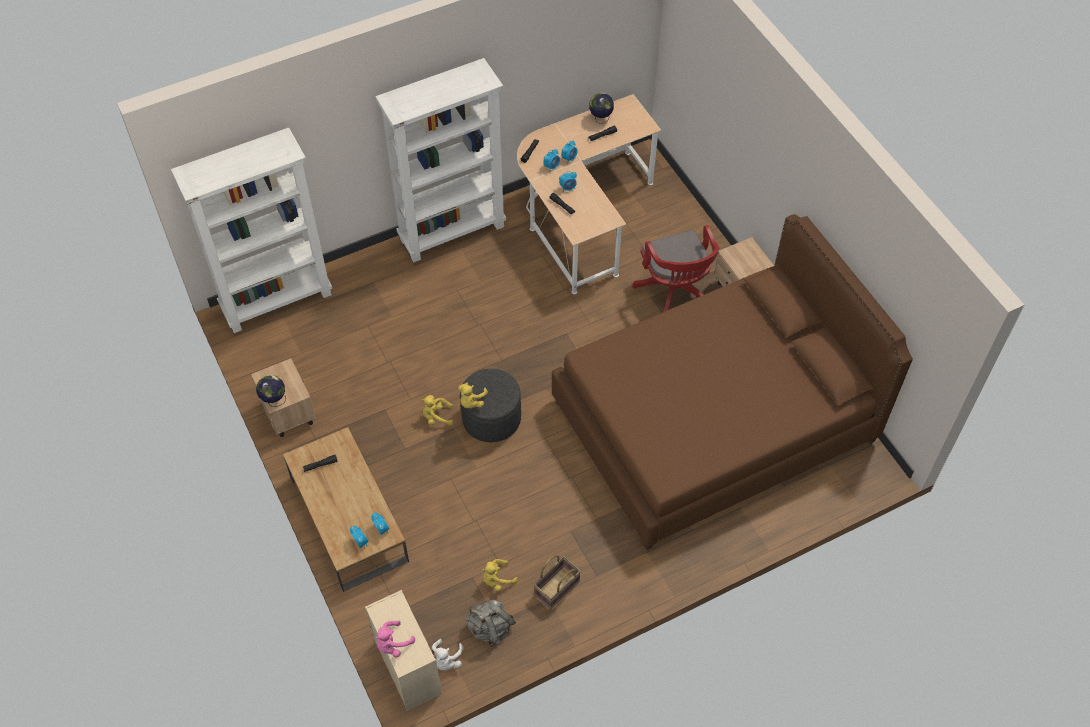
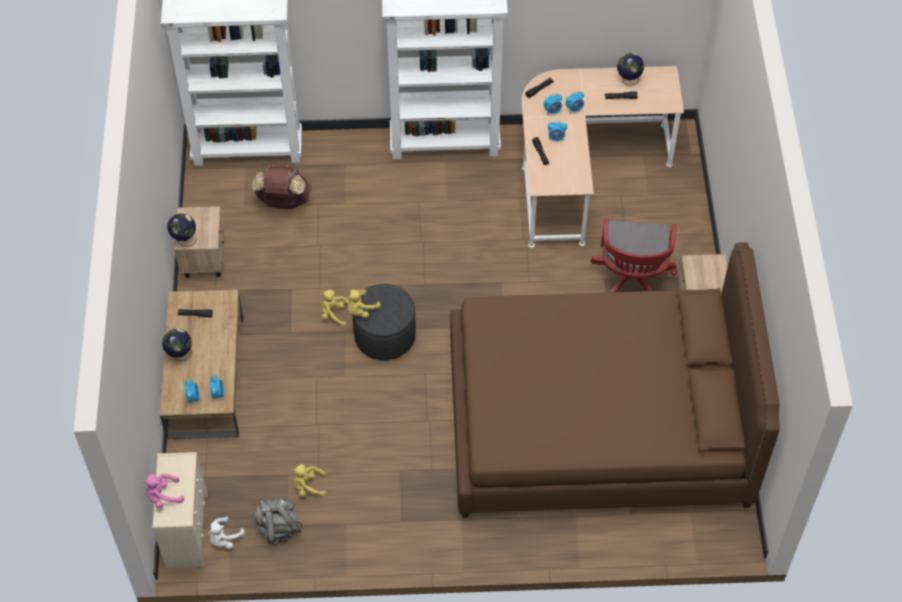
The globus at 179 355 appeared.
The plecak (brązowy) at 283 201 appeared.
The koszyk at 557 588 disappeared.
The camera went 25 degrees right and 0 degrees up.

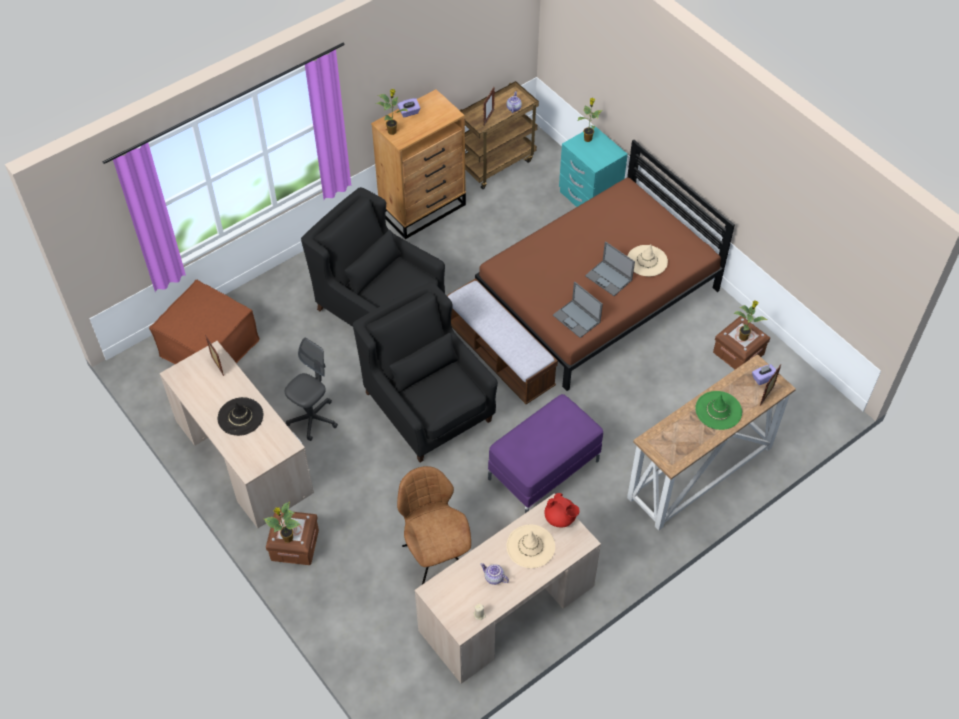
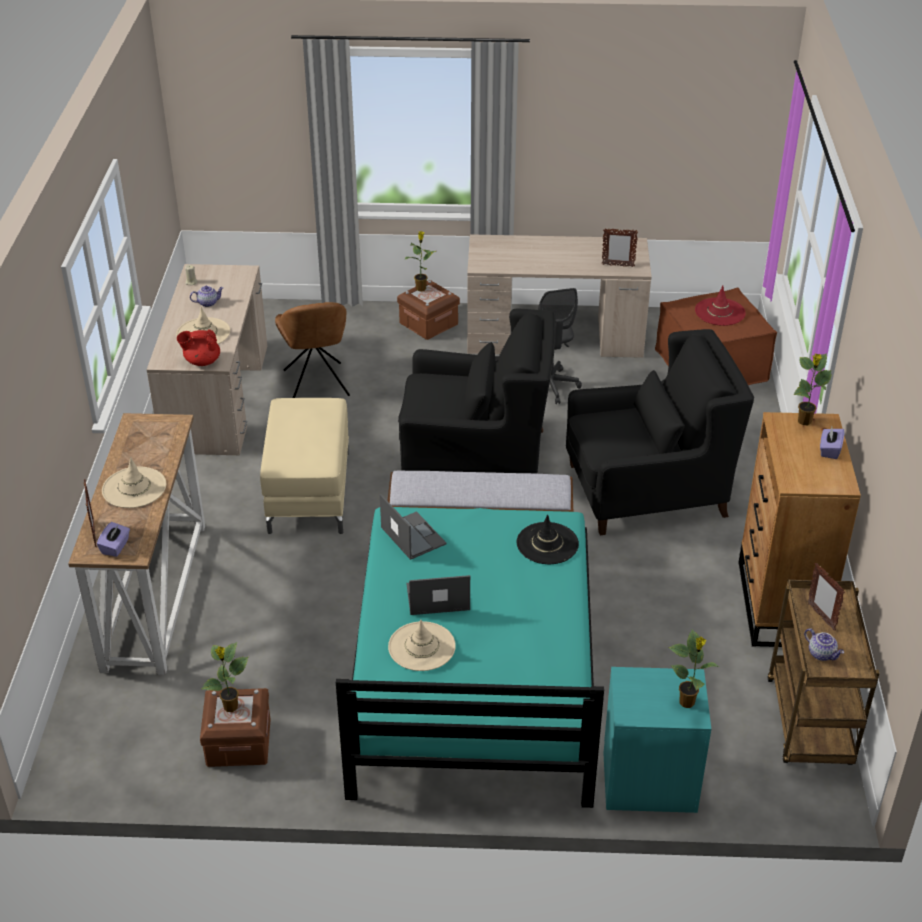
The kapelusz (zielony) at 718 410 became the kapelusz (beżowy) at 134 488.
The pufa (fioletowy) at 543 470 became the pufa (beżowy) at 309 491.
The krzesło (brązowy) at 435 556 turned 60 degrees clockwise.
The łóżko (brązowy) at 597 294 became the łóżko (turkusowy) at 473 674.
The laptop at 577 319 turned 60 degrees clockwise.
The kapelusz (czarny) moved from 240 417 to 547 544.
The kapelusz (czerwony) at 720 312 appeared.
The camera went 130 degrees right and 15 degrees down.

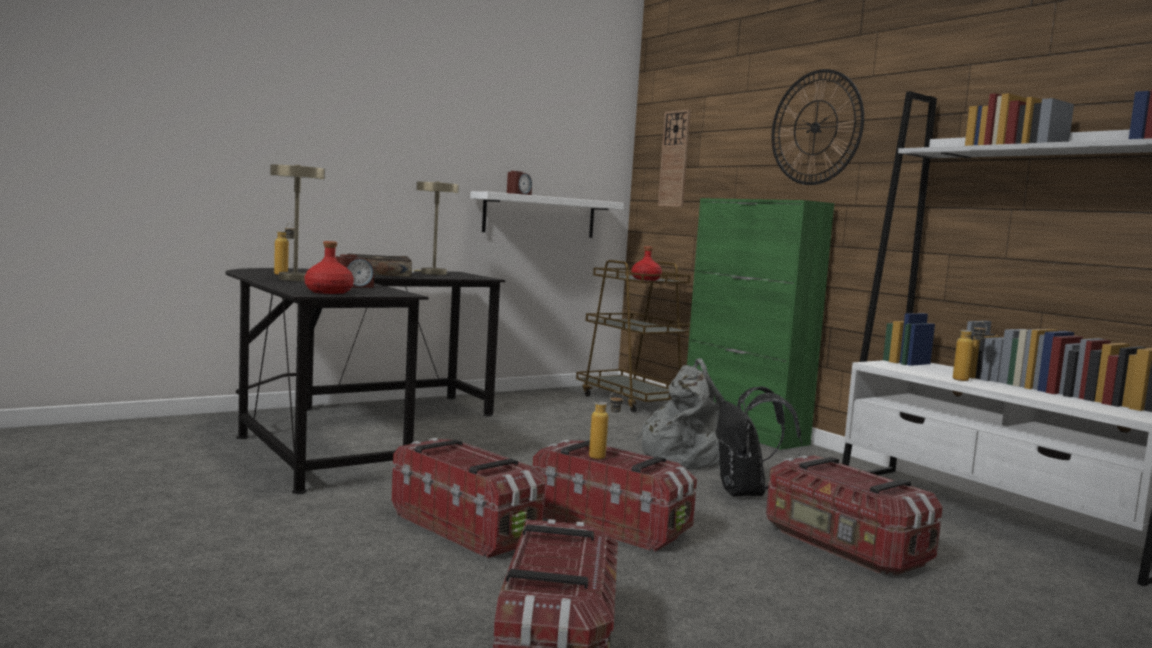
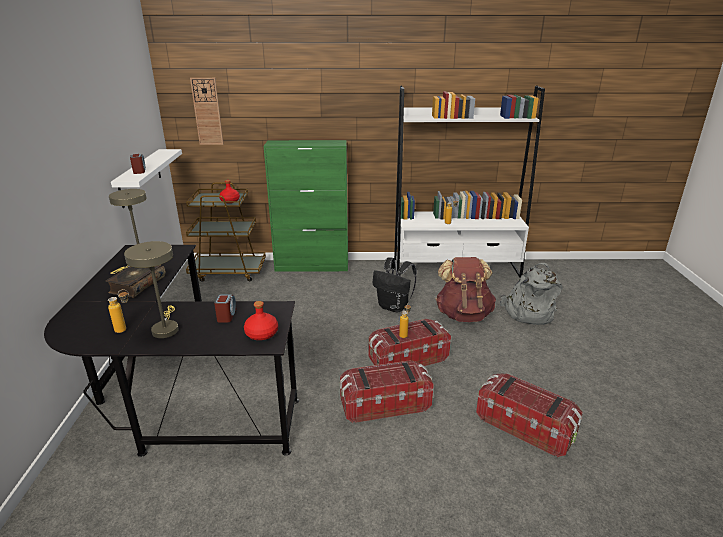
The pojemnik do przechowywania at 842 546 was replaced by the plecak (brązowy) at 463 314.
The plecak (szary) moved from 686 457 to 527 313.
The zegar ścienny at 815 127 disappeared.
The camera went 55 degrees left and 20 degrees up.

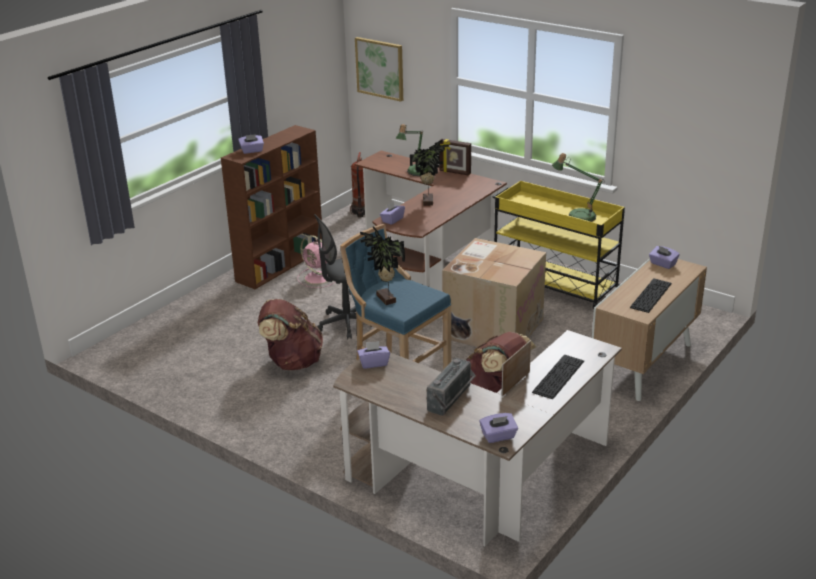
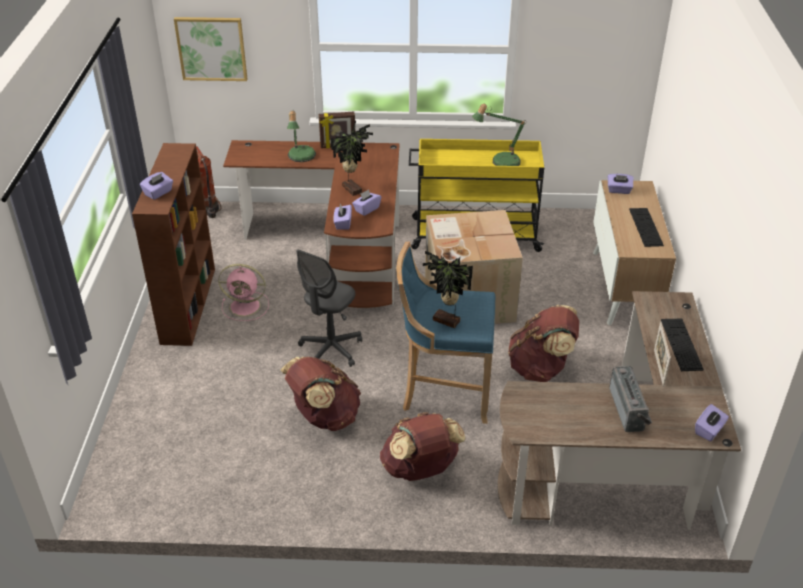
The pudełko chusteczek (fioletowy) moved from 373 363 to 366 209.
The plecak (brązowy) at 420 469 appeared.
The camera went 35 degrees left and 10 degrees up.

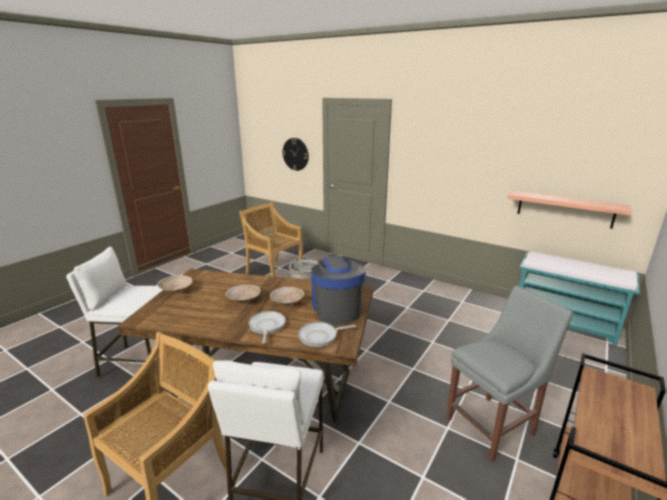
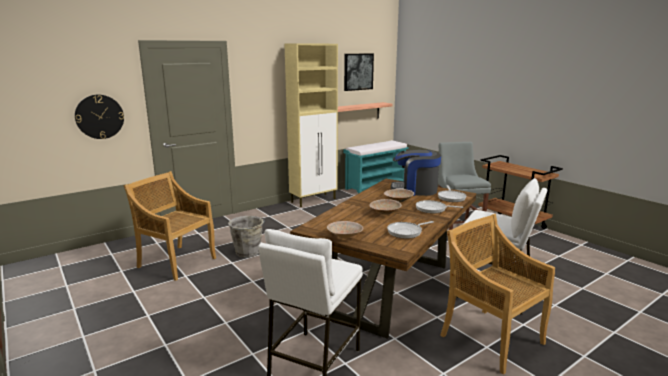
The krzesło (beżowy) at 274 271 turned 60 degrees clockwise.
The szafka (beżowy) at 314 200 appeared.
The obraz at 358 71 appeared.
The patelnia at 406 232 appeared.
The camera went 70 degrees left and 5 degrees down.

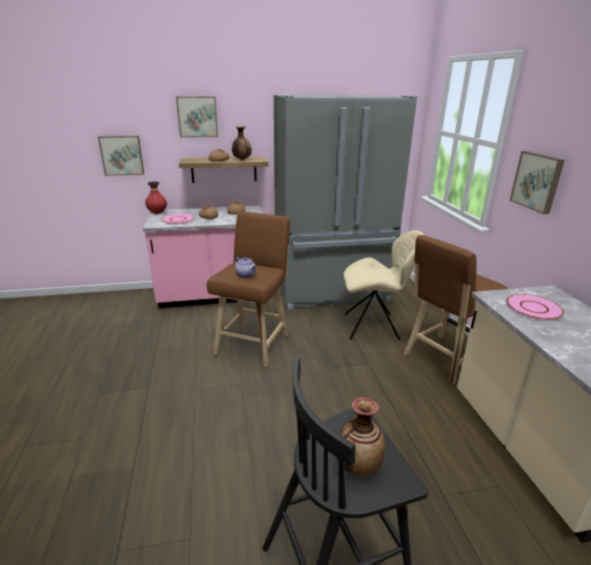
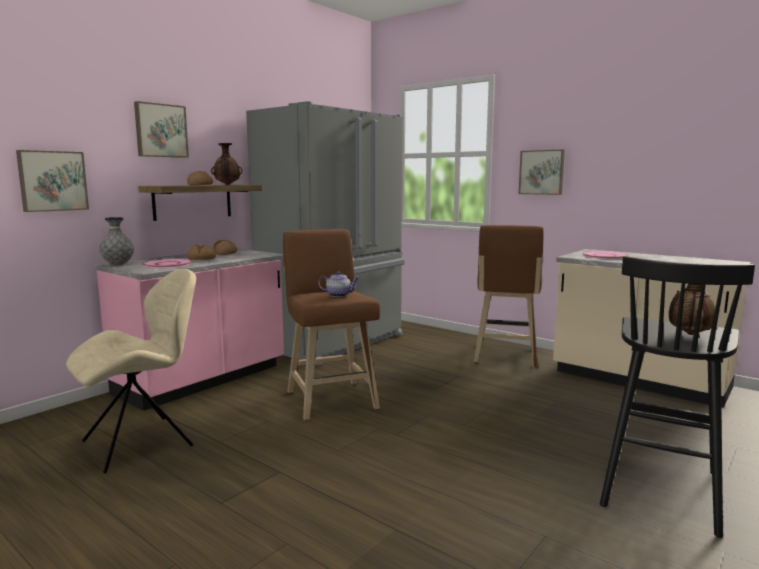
The krzesło (beżowy) moved from 373 326 to 142 442.
The wazon (czerwony) at 157 213 became the wazon (szary) at 118 265.
The camera went 40 degrees left and 15 degrees down.

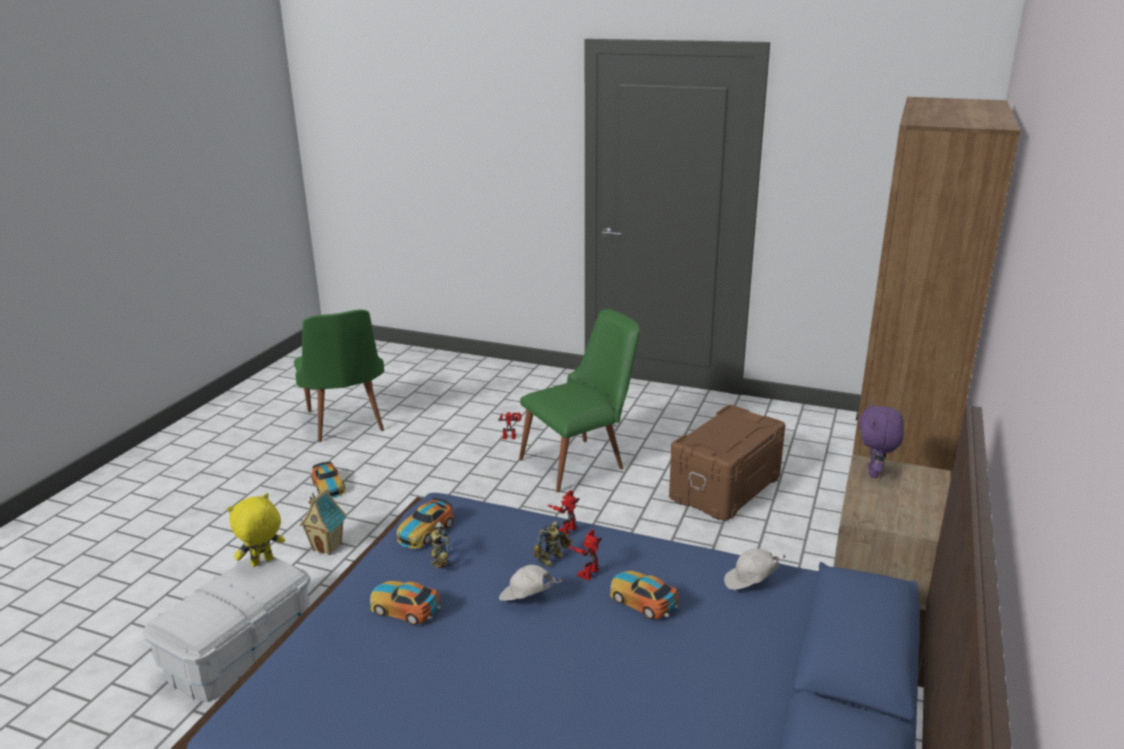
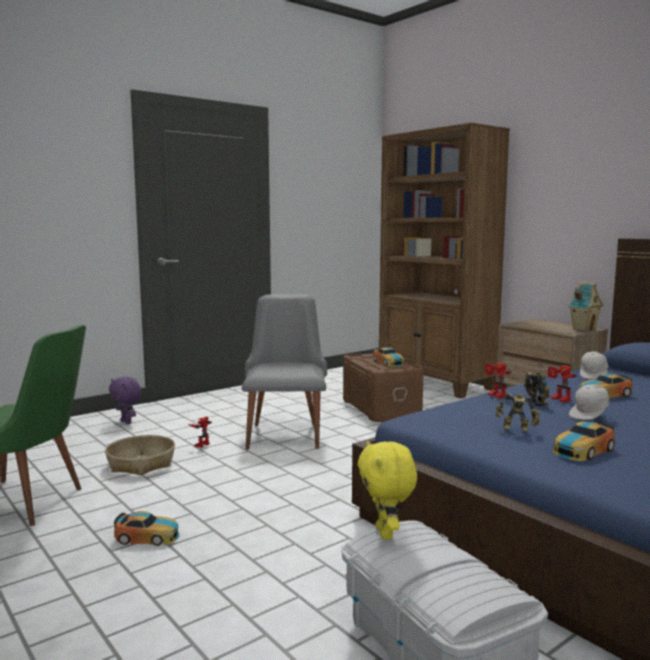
The koszyk at 141 463 appeared.
The pluszak (fioletowy) moved from 874 473 to 127 422.
The krzesło (zielony) at 581 462 became the krzesło (szary) at 286 433.
The samochodzik moved from 425 531 to 388 362.
The domek moved from 328 547 to 583 329.
The camera went 60 degrees left and 15 degrees down.

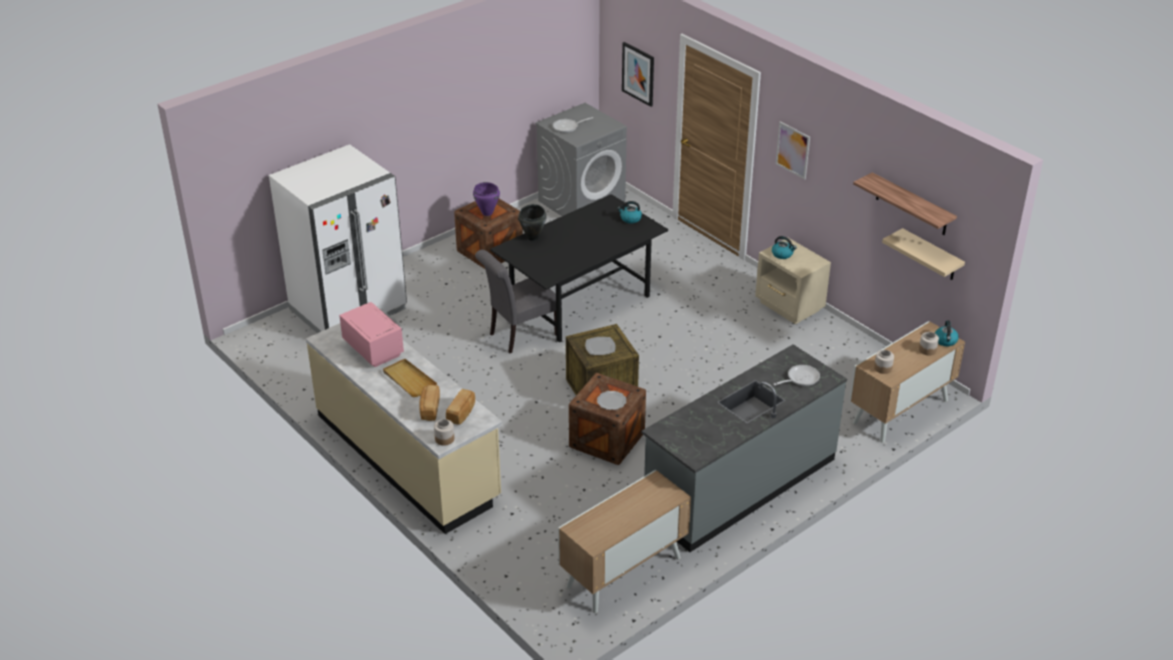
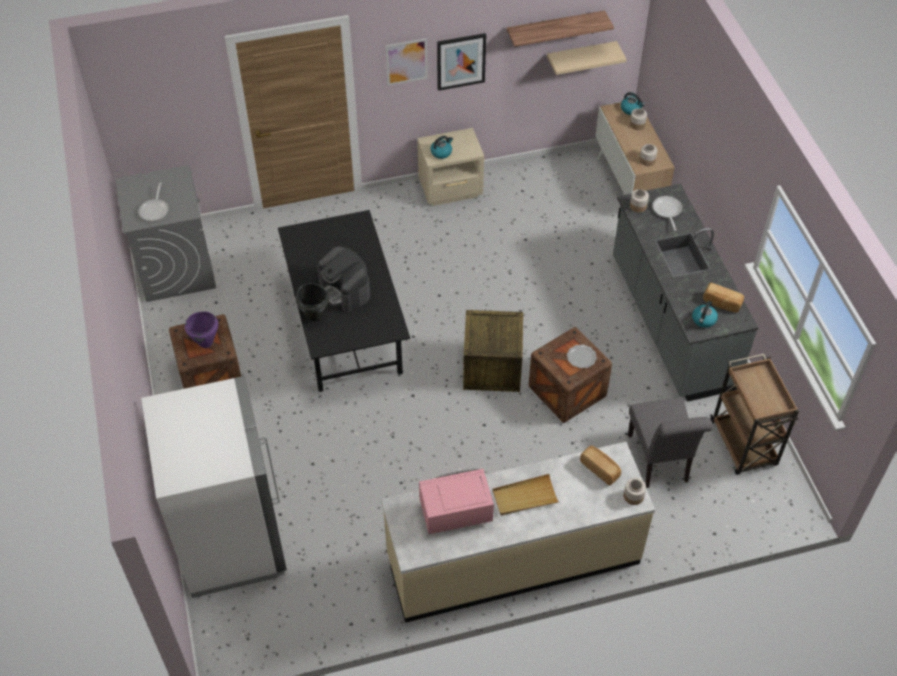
The ekspres do kawy at 345 290 appeared.
The obraz moved from 638 74 to 461 61.
The krzesło (szary) moved from 520 335 to 659 462.
The słoik at 638 206 appeared.
The czajnik moved from 630 219 to 704 320.
The chleb moved from 429 409 to 721 303.
The szafka at 624 573 was replaced by the wózek (brązowy) at 744 445.
The talerz at 600 347 disappeared.
The camera went 65 degrees left and 15 degrees up.

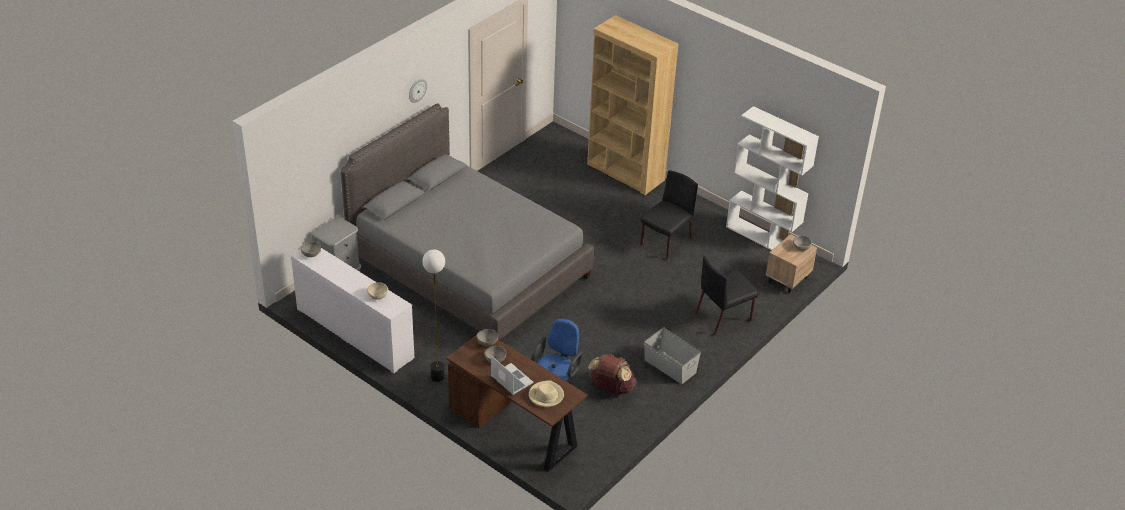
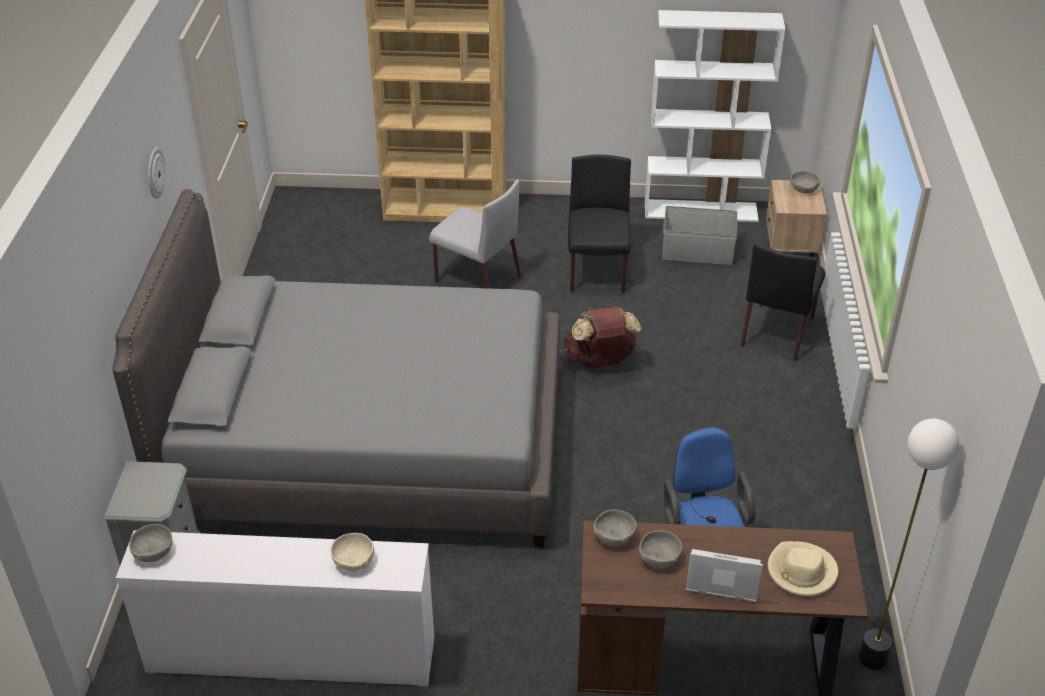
The krzesło (szary) at 477 279 appeared.
The plecak (brązowy) moved from 611 388 to 600 361.
The pojemnik do przechowywania (szary) moved from 670 366 to 697 253.
The lampa stojąca moved from 437 376 to 872 658.
The camera went 35 degrees left and 0 degrees up.

